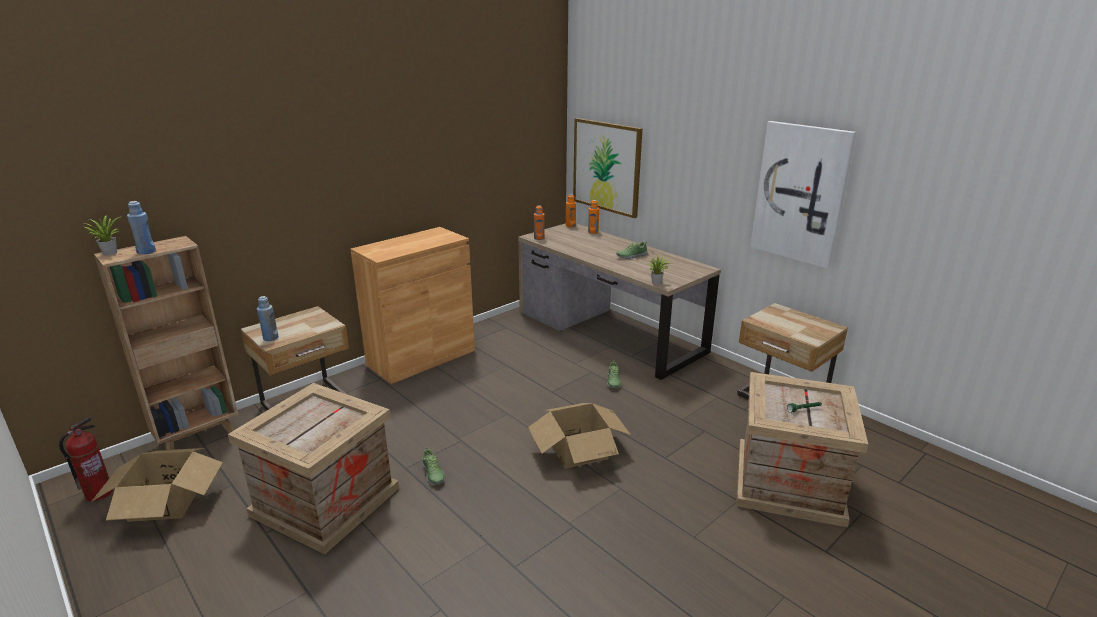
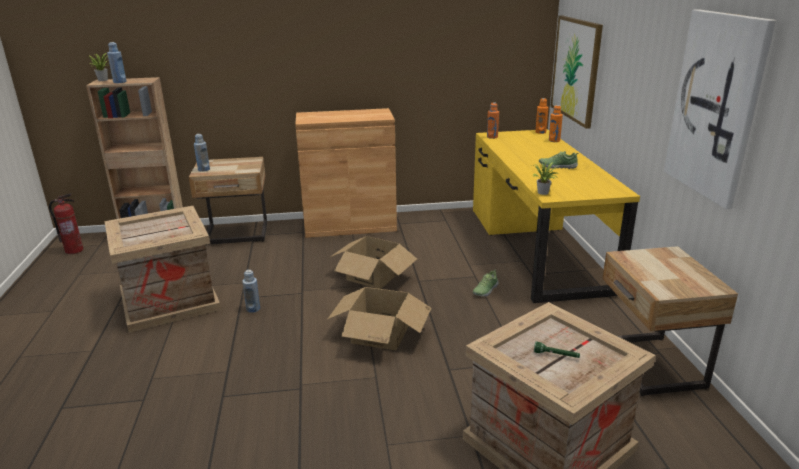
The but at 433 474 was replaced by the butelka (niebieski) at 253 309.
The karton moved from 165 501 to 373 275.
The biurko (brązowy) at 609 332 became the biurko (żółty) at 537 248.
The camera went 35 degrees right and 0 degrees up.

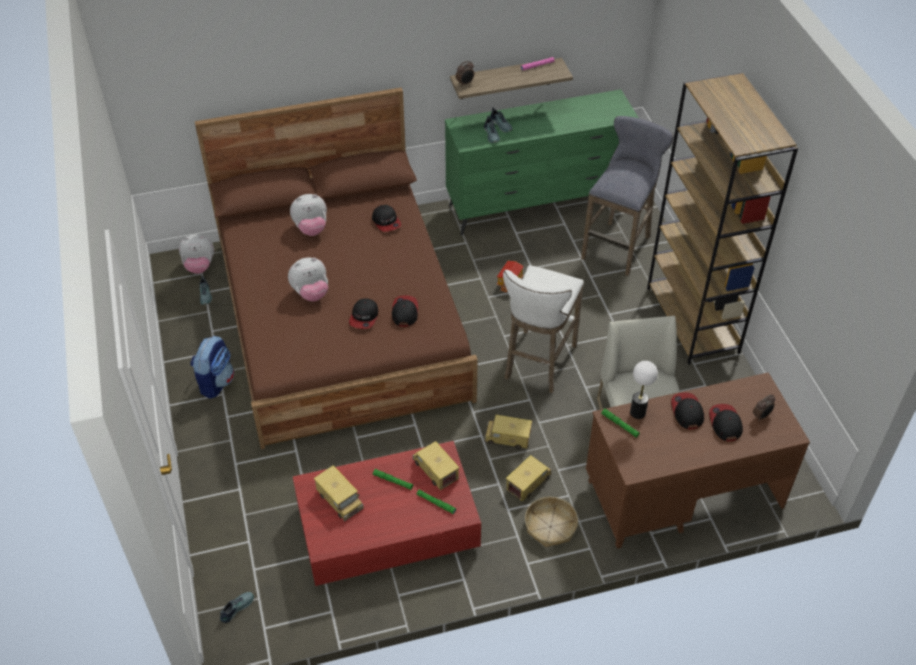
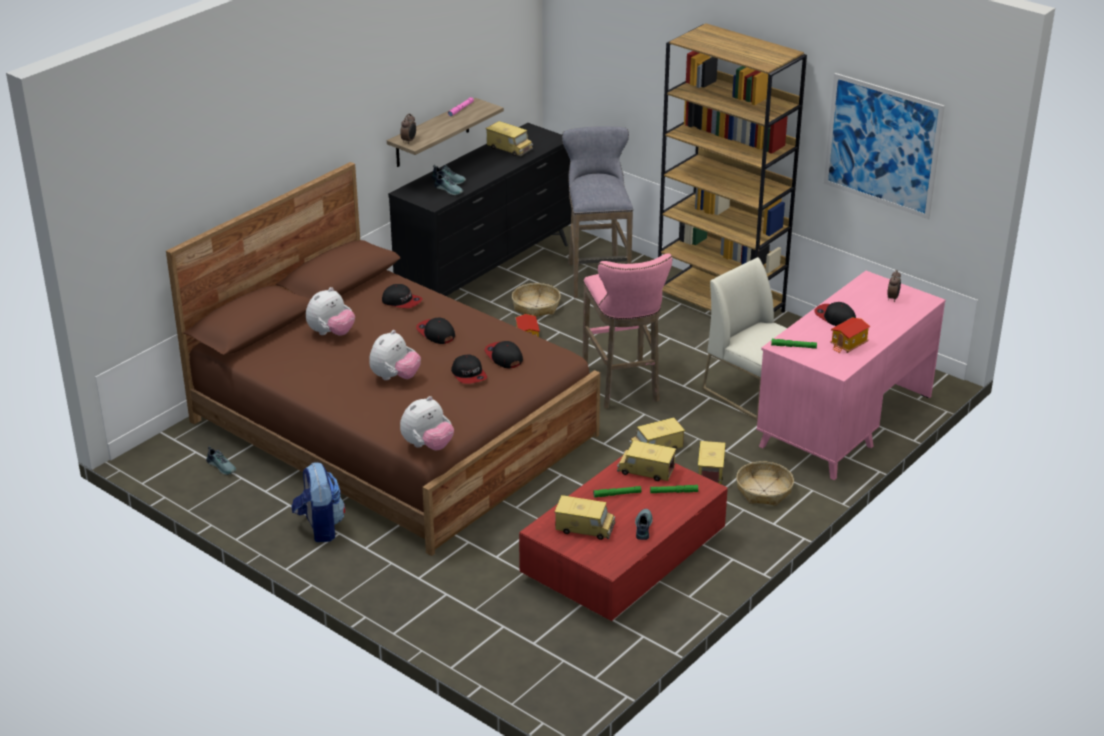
The komoda (zielony) at 537 205 became the komoda (czarny) at 487 274.
The pluszak moved from 199 266 to 427 446.
The czapka z daszkiem moved from 725 423 to 435 333.
The ciężarówka zabawkowa at 509 148 appeared.
The koszyk at 536 307 appeared.
The stołek (biały) at 538 364 became the stołek (różowy) at 623 386.
The but moved from 236 607 to 642 527.
The biurko (brązowy) at 682 495 became the biurko (różowy) at 845 423.
The obraz at 882 145 appeared.
The domek at 849 345 appeared.
The lampa stołowa at 637 412 disappeared.
The camera went 35 degrees left and 15 degrees down.

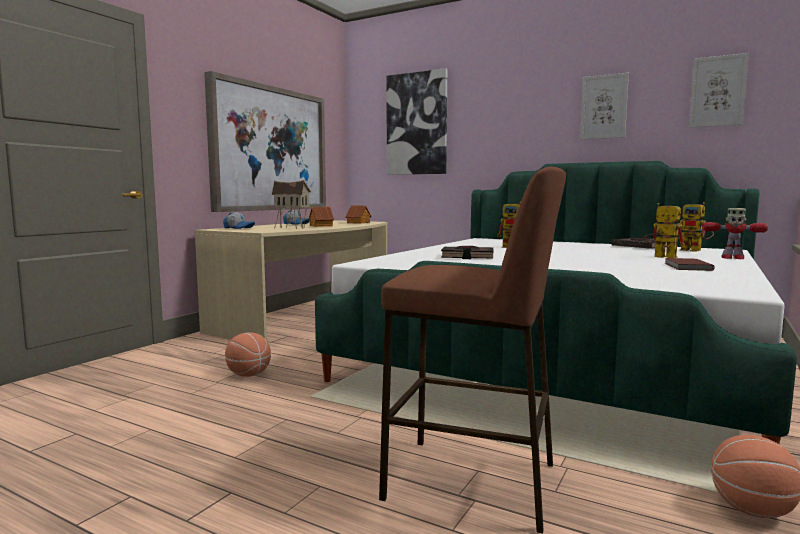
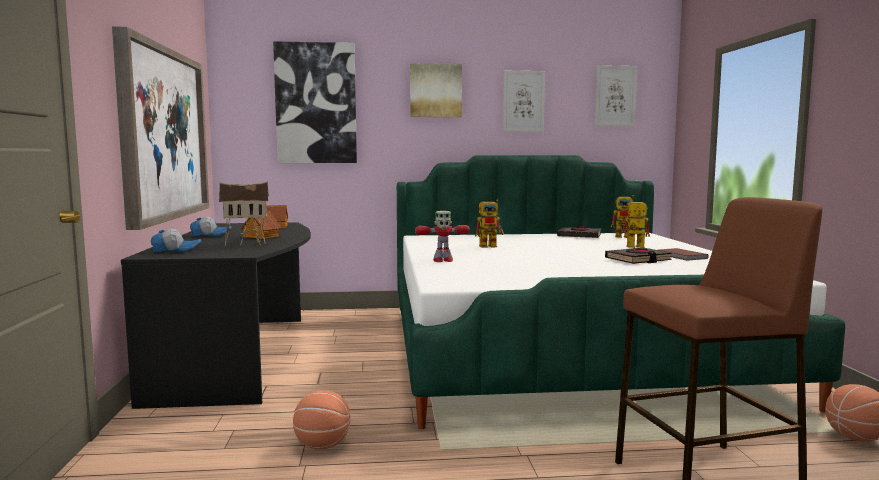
The biurko (beżowy) at 309 317 became the biurko (czarny) at 242 355.
The obraz at 435 91 appeared.
The robot zabawkowy moved from 732 258 to 442 260.
The książka (czarny) moved from 467 257 to 638 260.
The camera went 35 degrees left and 0 degrees up.

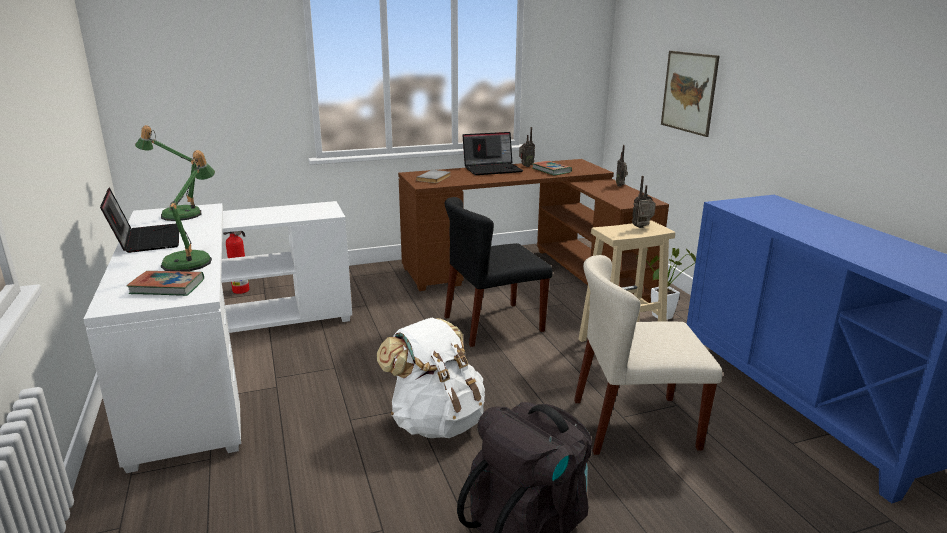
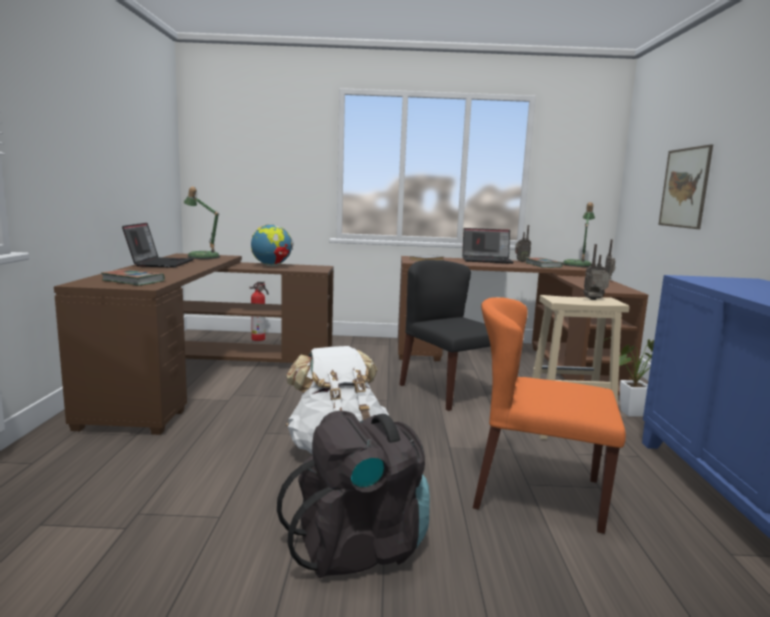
The biurko (biały) at 223 359 became the biurko (brązowy) at 206 376.
The globus at 272 265 appeared.
The krzesło (czarny) at 493 324 turned 60 degrees clockwise.
The krzesło (beżowy) at 633 424 became the krzesło (pomarańczowy) at 536 493.
The lampa stołowa moved from 192 260 to 578 265.
The camera went 20 degrees right and 10 degrees down.

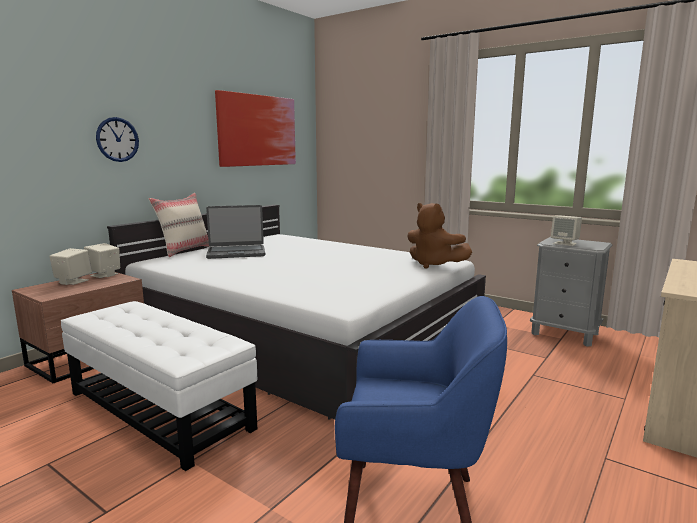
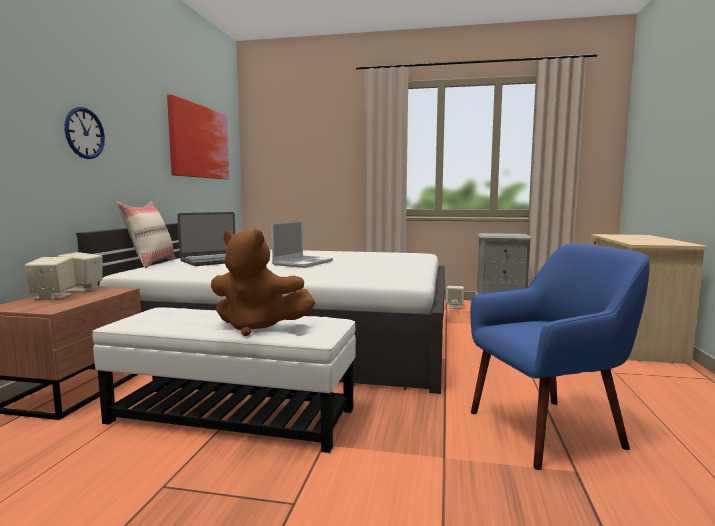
The pluszak (brązowy) moved from 434 265 to 258 327.
The laptop at 302 263 appeared.
The głośnik (beżowy) moved from 565 243 to 454 307.
The camera went 25 degrees left and 5 degrees down.

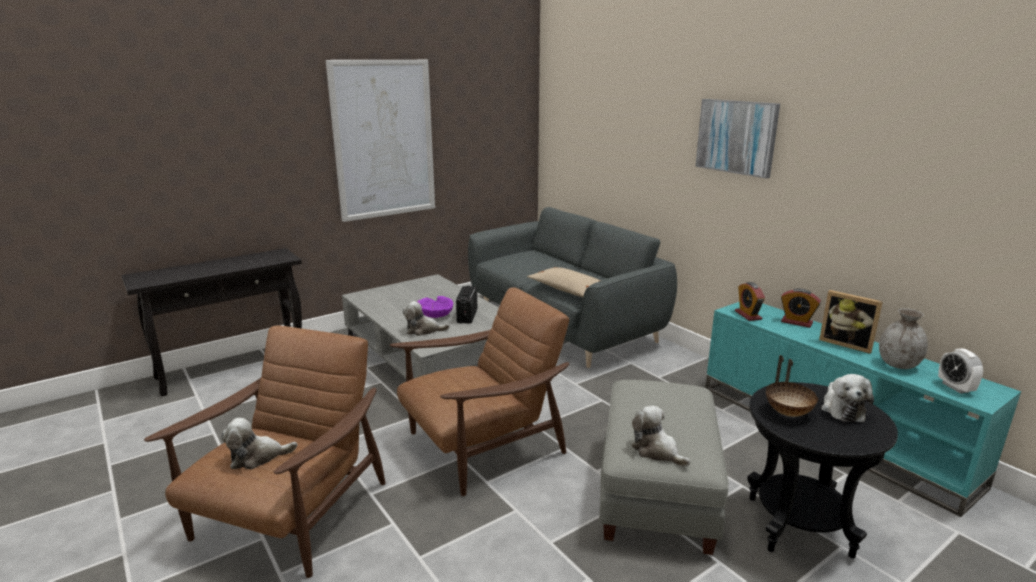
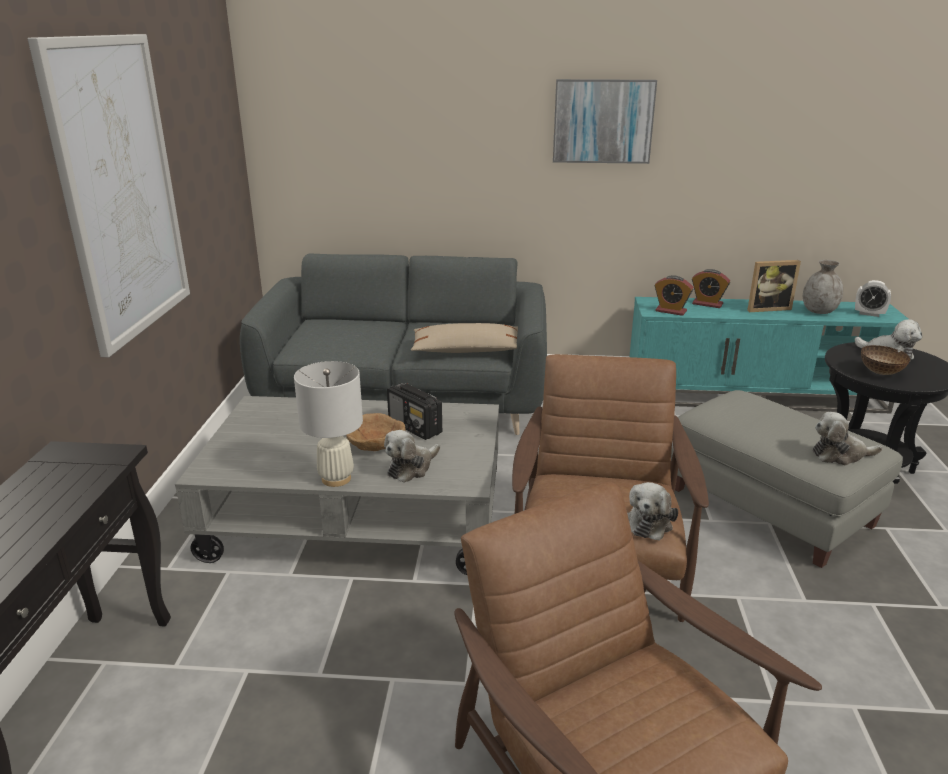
The lampa stołowa (biały) at 336 479 appeared.
The miska (fioletowy) at 435 315 became the miska (brązowy) at 377 444.
The pluszak moved from 257 457 to 649 521.
The budzik at 796 322 turned 45 degrees clockwise.
The camera went 50 degrees left and 5 degrees up.

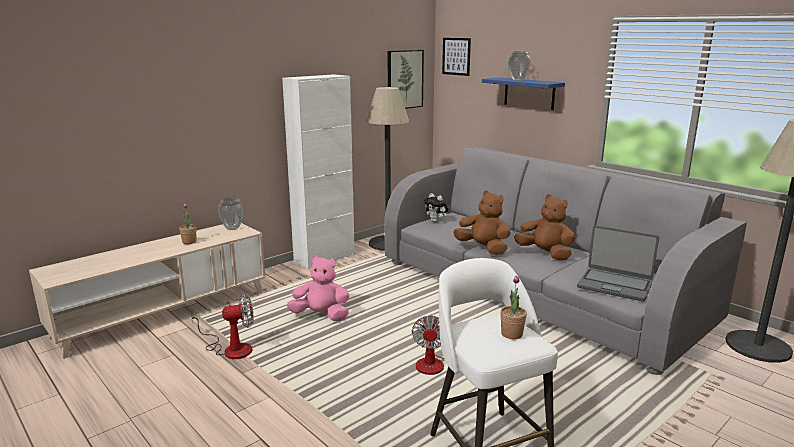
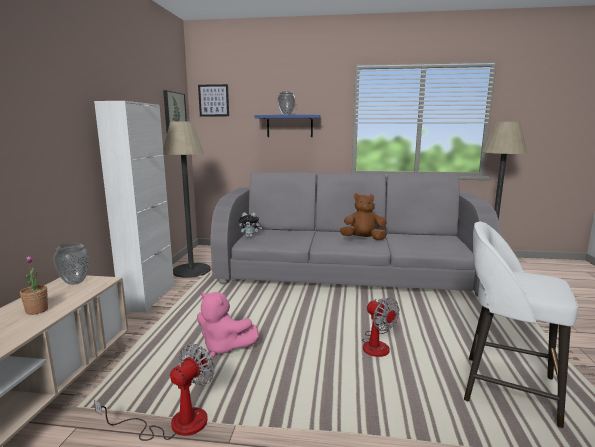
The pluszak (różowy) at 321 316 turned 120 degrees counterclockwise.
The pluszak (brązowy) at 483 248 disappeared.
The roślina doniczkowa at 511 334 disappeared.
The laptop at 614 285 disappeared.
The camera went 40 degrees left and 5 degrees down.

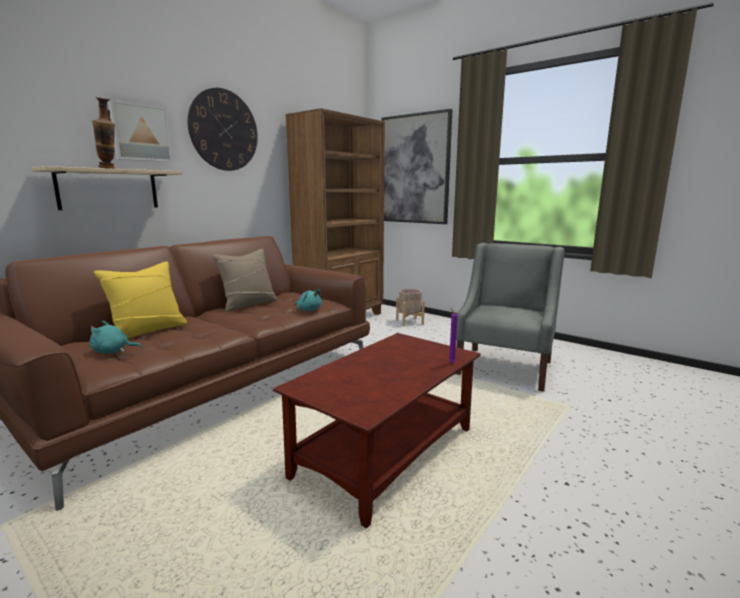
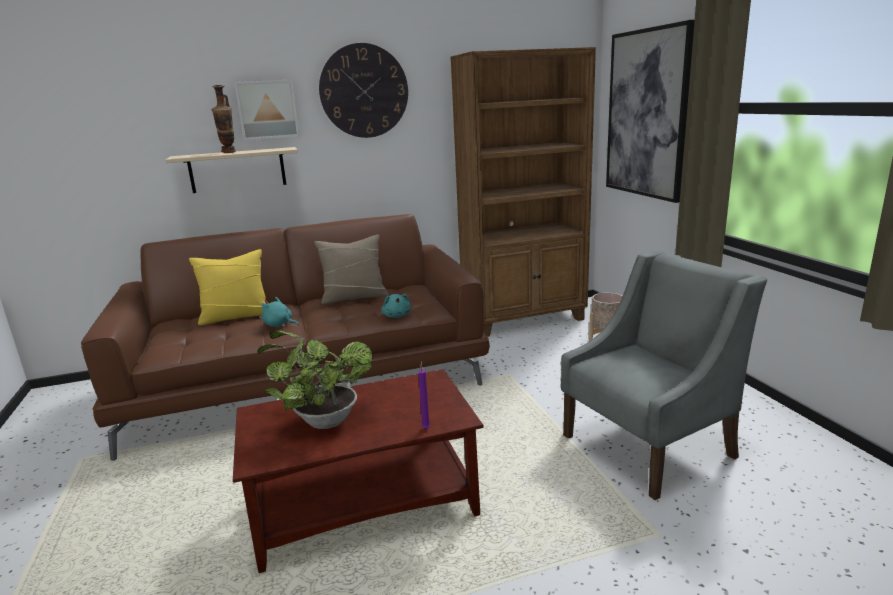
The roślina doniczkowa at 322 421 appeared.
The pluszak (turkusowy) moved from 113 351 to 279 325.
The camera went 35 degrees right and 5 degrees up.

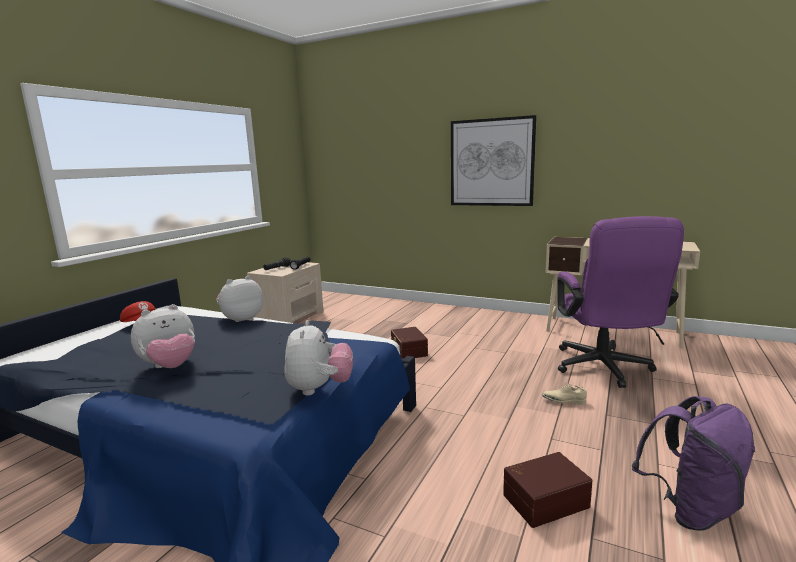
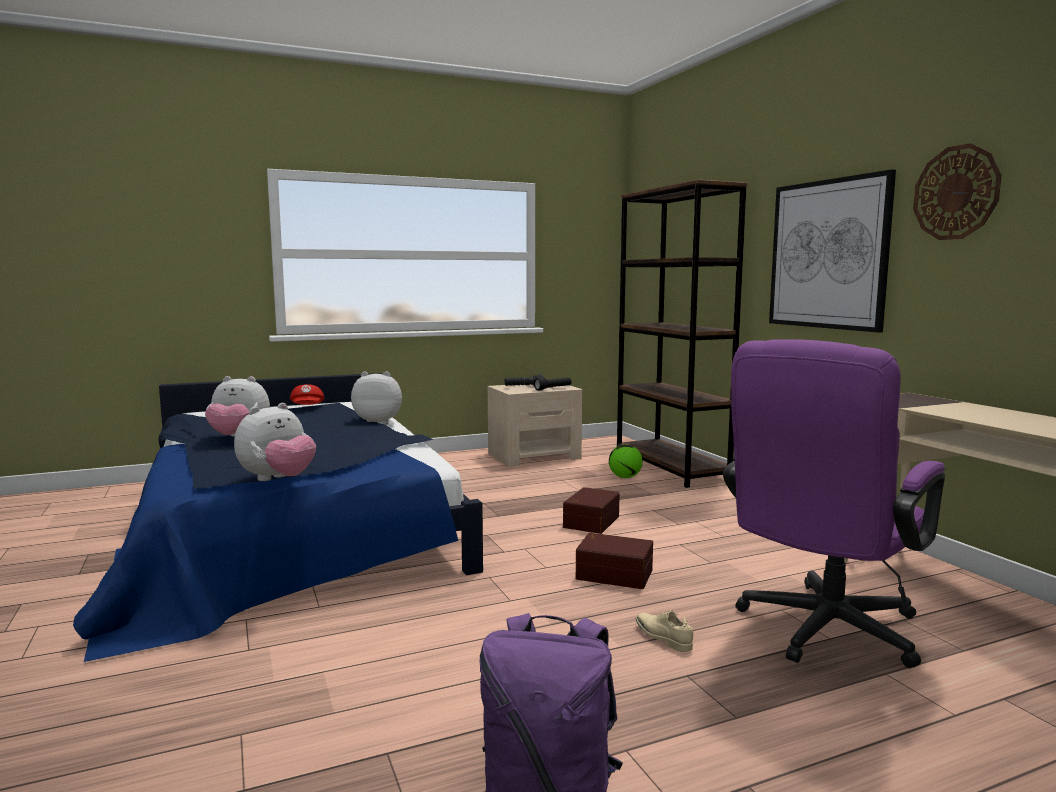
The pojemnik do przechowywania (brązowy) moved from 544 499 to 614 574.
The piłka futbolowa at 625 477 appeared.
The regał (brązowy) at 670 468 appeared.
The zegar ścienny at 956 193 appeared.
The camera went 40 degrees right and 5 degrees down.

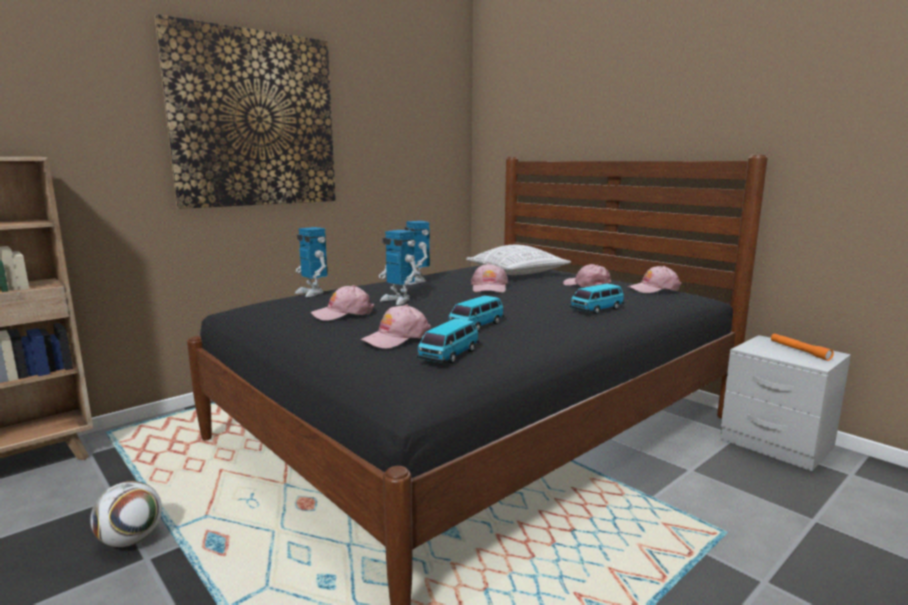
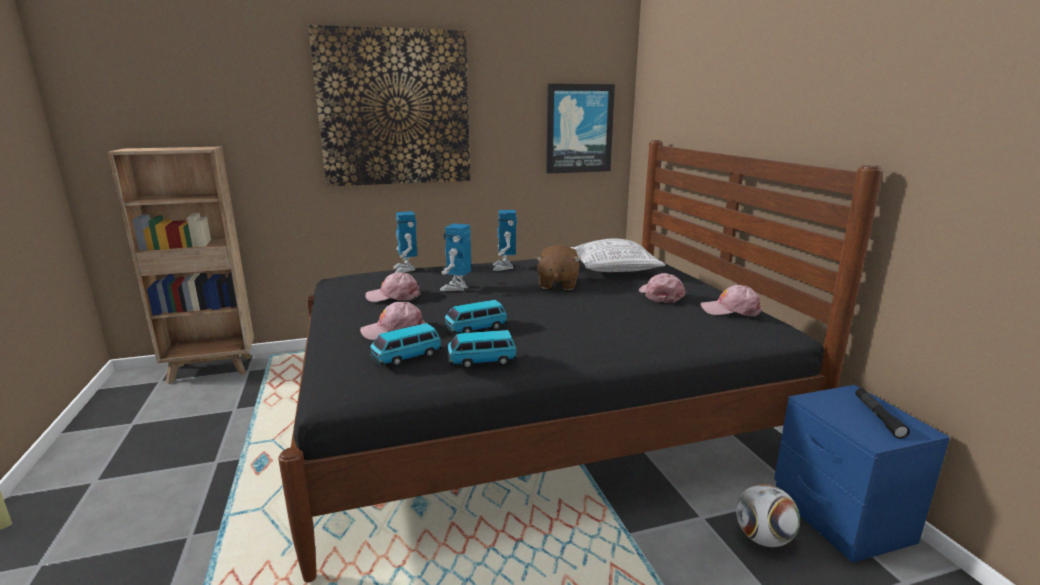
The robot zabawkowy at 398 300 turned 45 degrees clockwise.
The samochodzik moved from 596 309 to 481 360.
The czapka z daszkiem (różowy) at 489 288 was replaced by the pluszak (brązowy) at 557 284.
The obraz at 579 129 appeared.
The piłka futbolowa moved from 131 540 to 763 538.
The szafka nocna (szary) at 776 444 became the szafka nocna (niebieski) at 841 517.
The latarka (pomarańczowy) at 799 351 became the latarka (czarny) at 878 417.
The camera went 25 degrees right and 5 degrees up.

